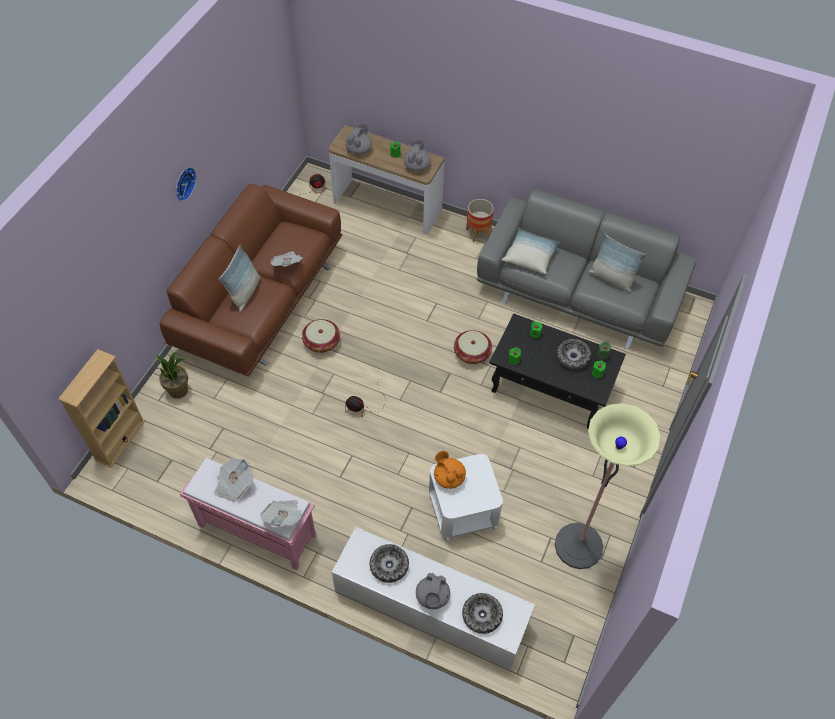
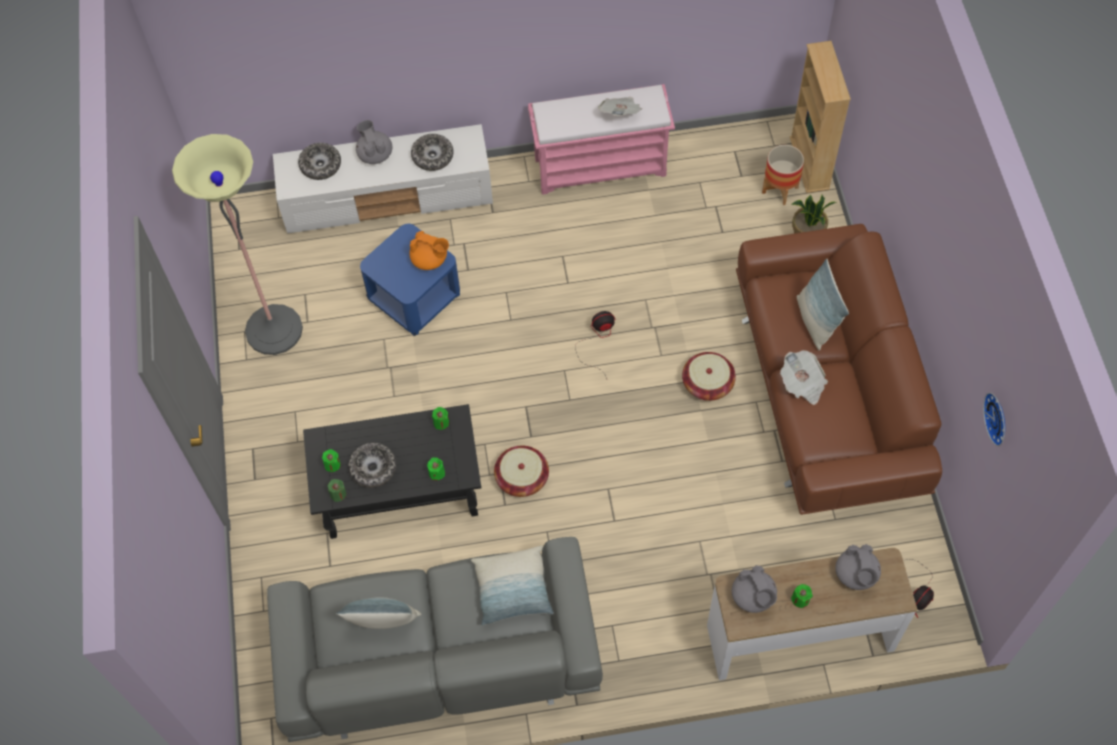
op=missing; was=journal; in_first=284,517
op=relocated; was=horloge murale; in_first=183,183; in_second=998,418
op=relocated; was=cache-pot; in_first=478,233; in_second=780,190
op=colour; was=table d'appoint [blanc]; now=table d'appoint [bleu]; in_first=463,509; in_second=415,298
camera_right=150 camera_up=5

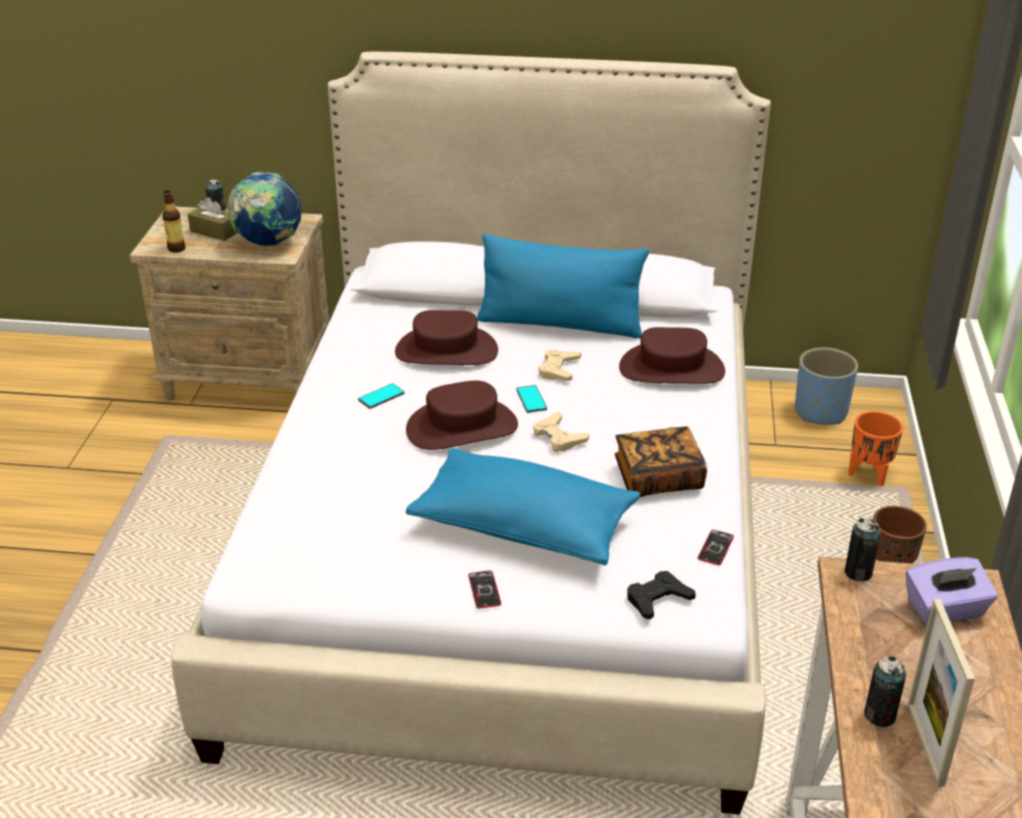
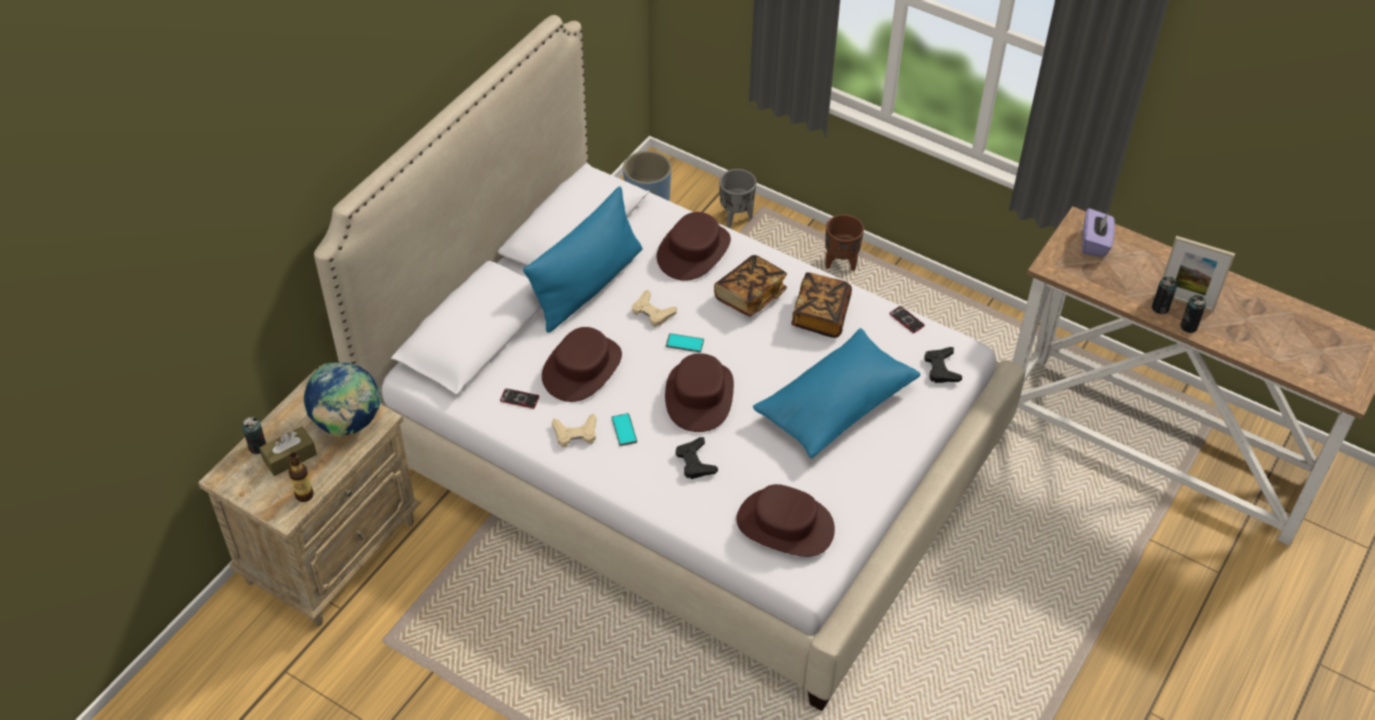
op=appeared; now=manette [noir]; in_second=695,462
op=appeared; now=livre; in_second=750,296
op=appeared; now=chapeau [marron]; in_second=785,525
op=relocated; was=téléphone; in_first=484,590; in_second=519,399
op=relocated; was=manette [beige]; in_first=558,437; in_second=575,434
op=relocated; was=boîte métallique; in_first=858,573; in_second=1188,326
op=colour; was=cache-pot [orange]; now=cache-pot [gris]; in_first=869,475; in_second=736,217
camera_right=-65 camera_up=15

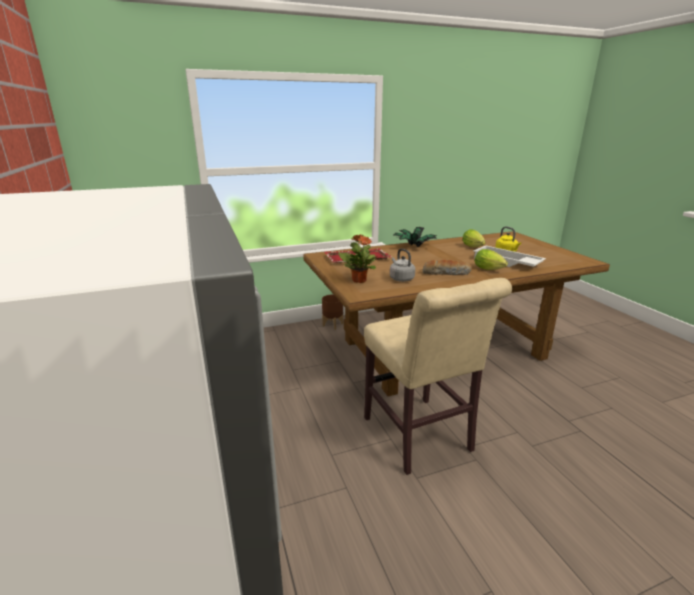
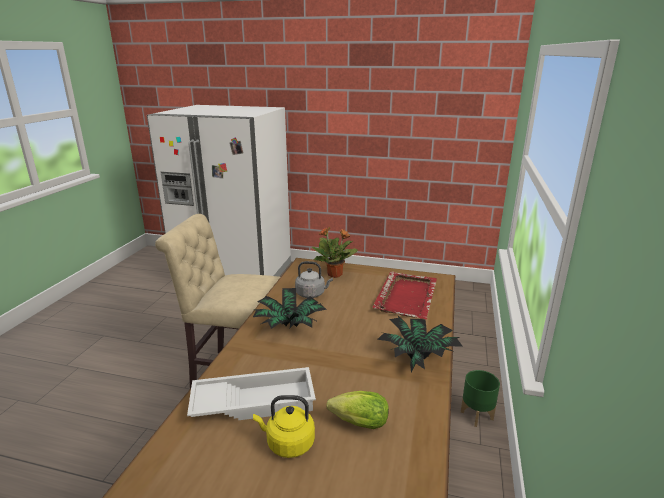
op=missing; was=laitue; in_first=490,270
op=exchanged; was=pain; now=plante en pot; in_first=446,273; in_second=289,326
op=colour; was=cache-pot [marron]; now=cache-pot [vert]; in_first=333,324; in_second=477,416
camera_right=125 camera_up=0

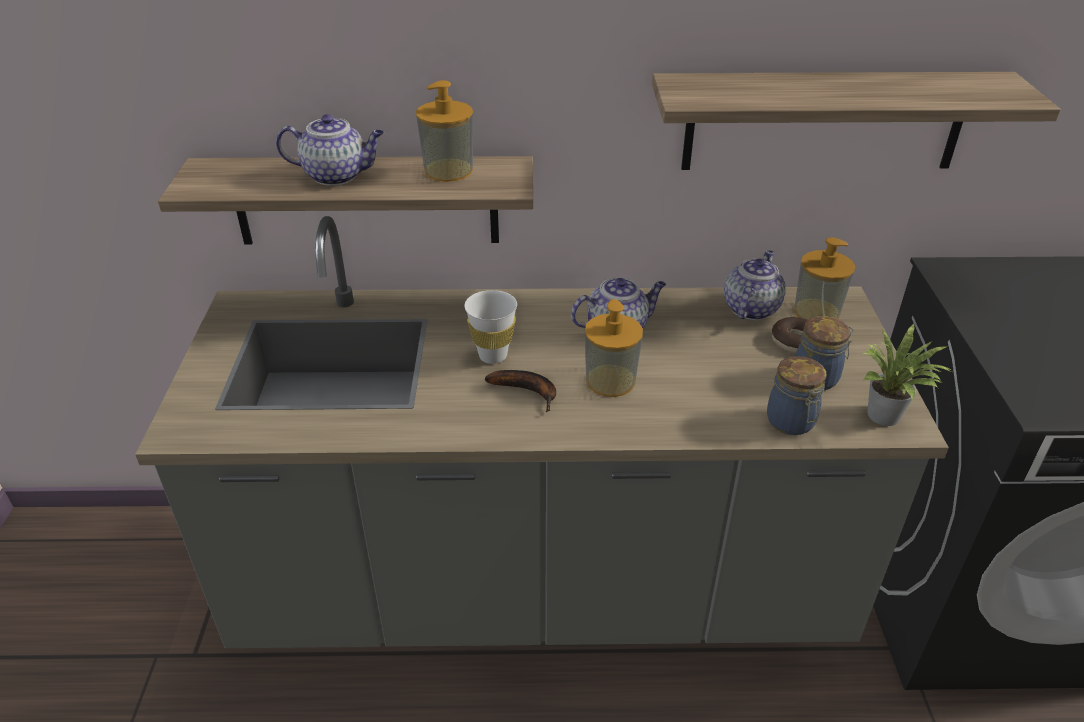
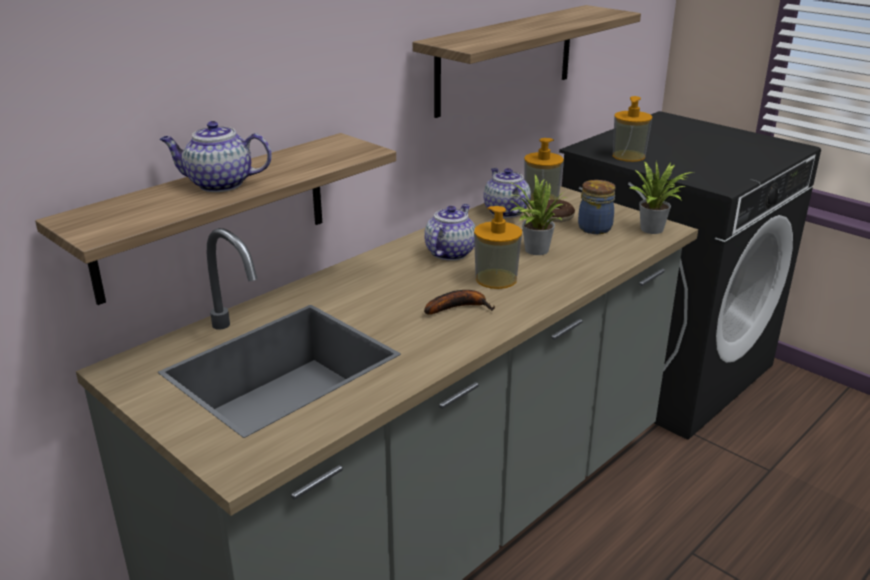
op=missing; was=tasse [blanc]; in_first=493,356
op=missing; was=bocal; in_first=791,422
op=appeared; now=plante en pot; in_second=533,250
op=relocated; was=distributeur de savon; in_first=448,170; in_second=628,156
op=spun; was=théière; in_first=337,175; in_second=218,184; clockwise=-135
camera_right=-45 camera_up=-10

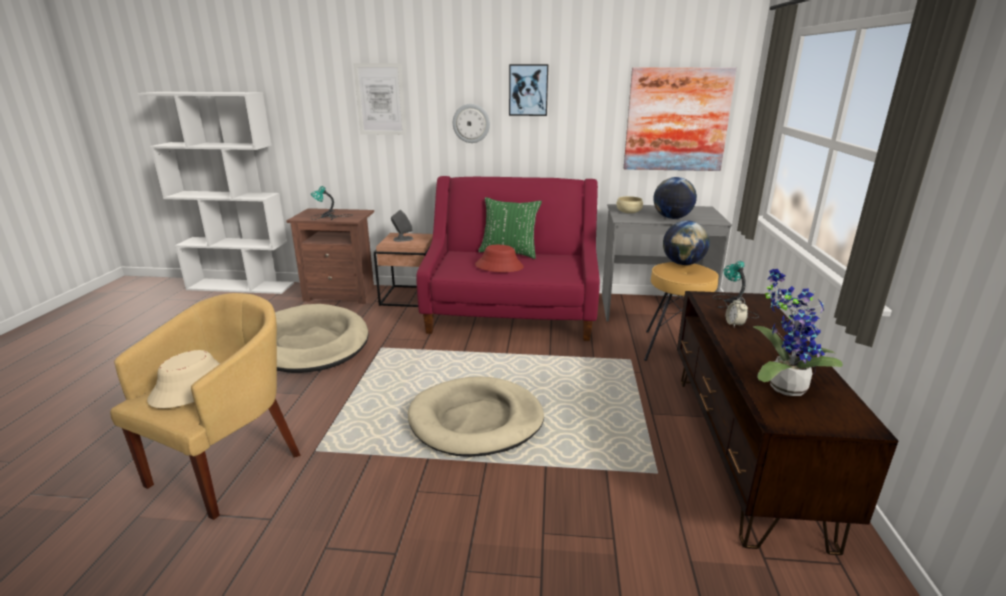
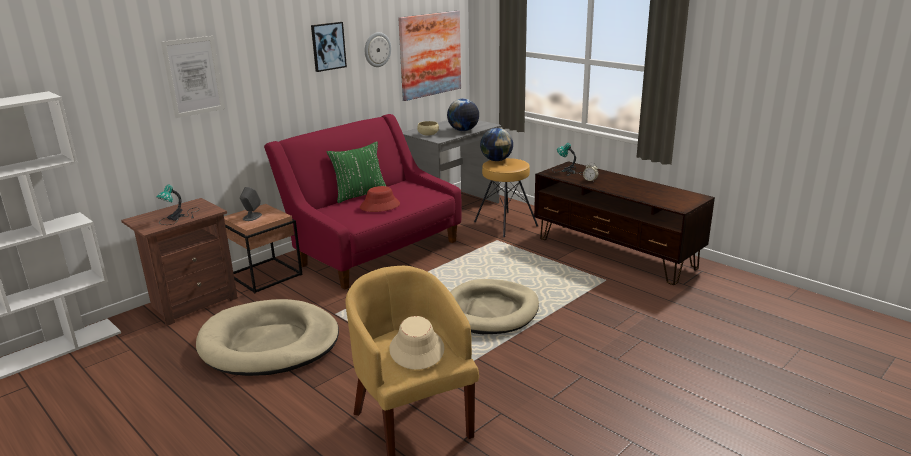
op=missing; was=plante en pot; in_first=782,386
op=relocated; was=horloge murale; in_first=471,123; in_second=377,49
camera_right=-50 camera_up=0

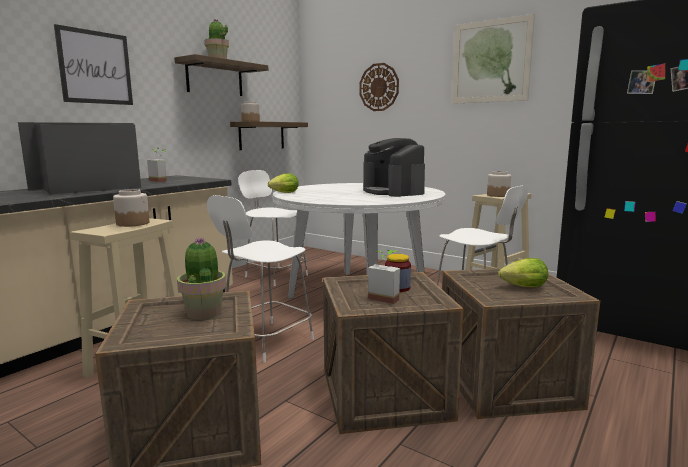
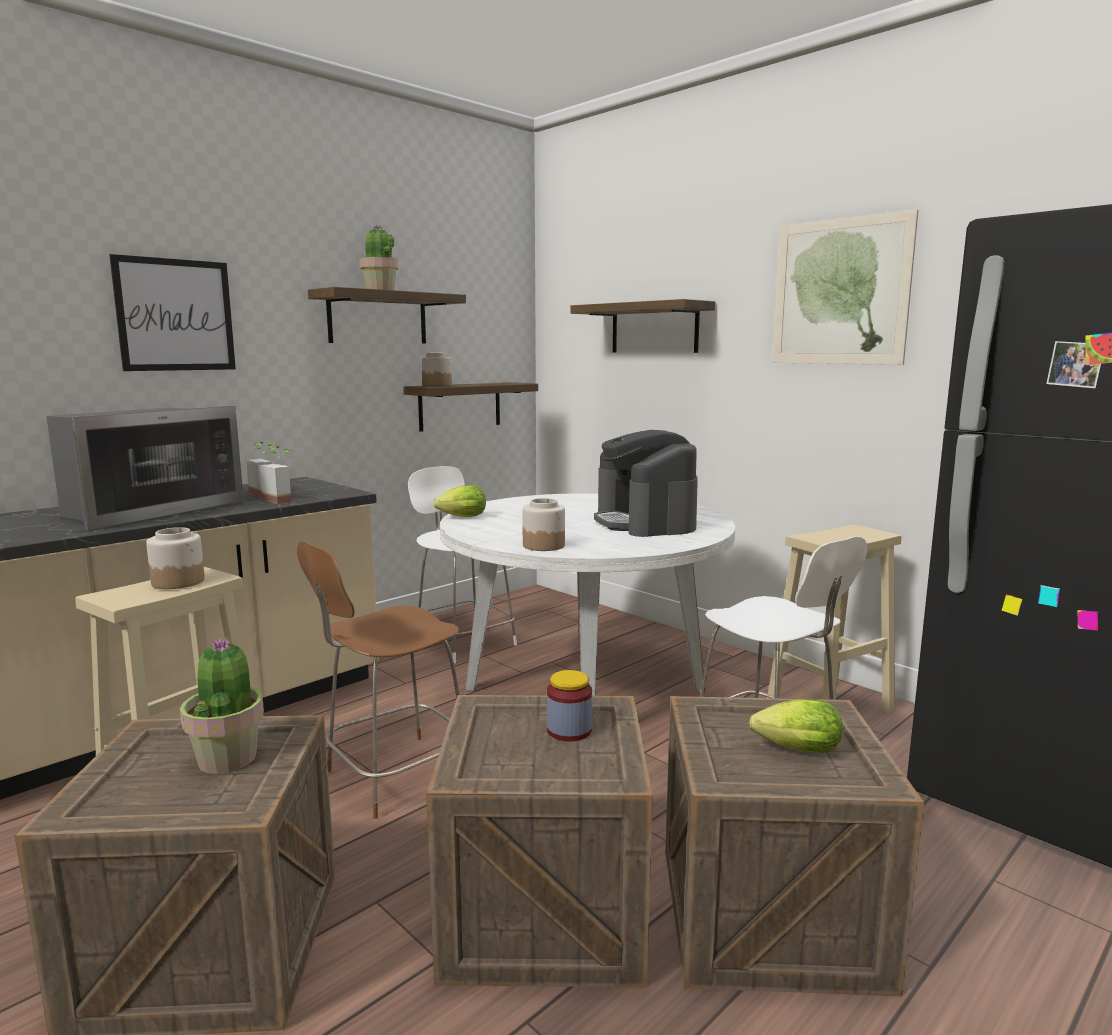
op=relocated; was=plante en pot; in_first=386,297; in_second=282,499
op=relocated; was=bocal; in_first=498,195; in_second=544,545
op=exchanged; was=horloge murale; now=étagère; in_first=379,87; in_second=654,328
op=colour; was=chaise [blanc]; now=chaise [marron]; in_first=265,342; in_second=393,776
op=spun; was=micro-ondes; in_first=91,188; in_second=148,510; clockwise=150
camera_right=10 camera_up=0

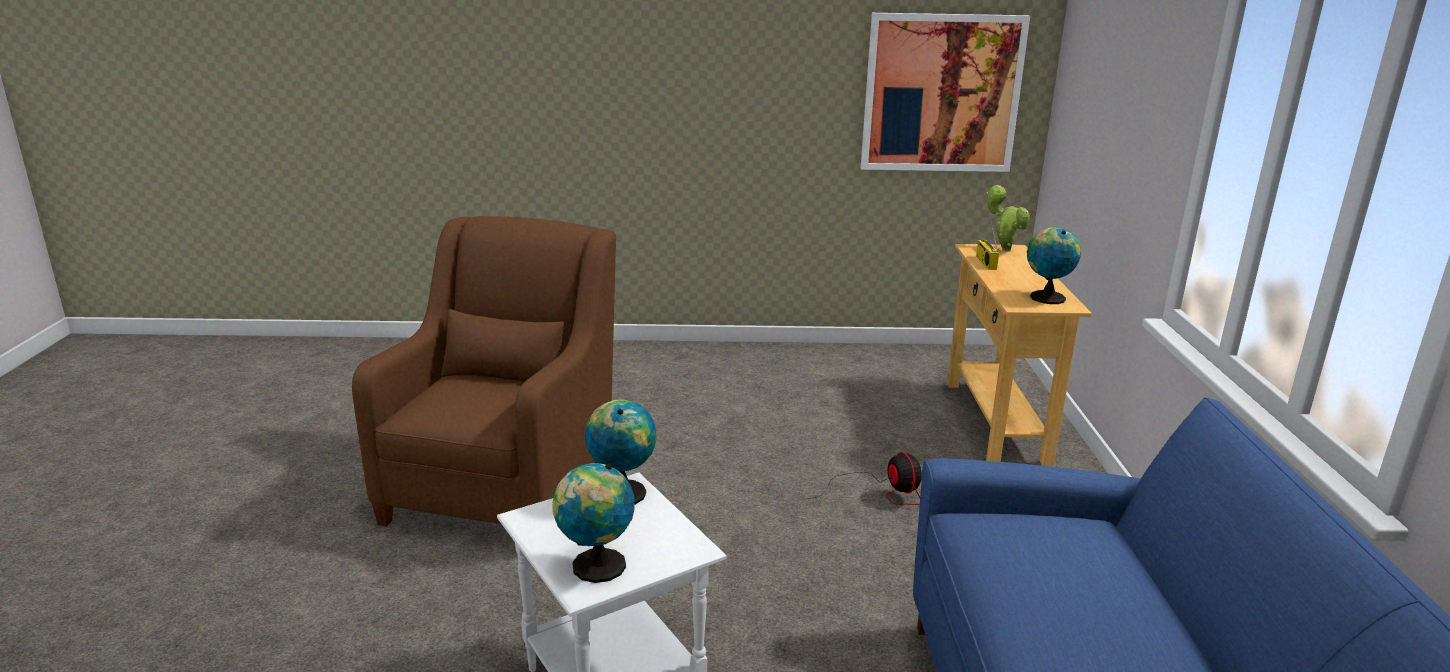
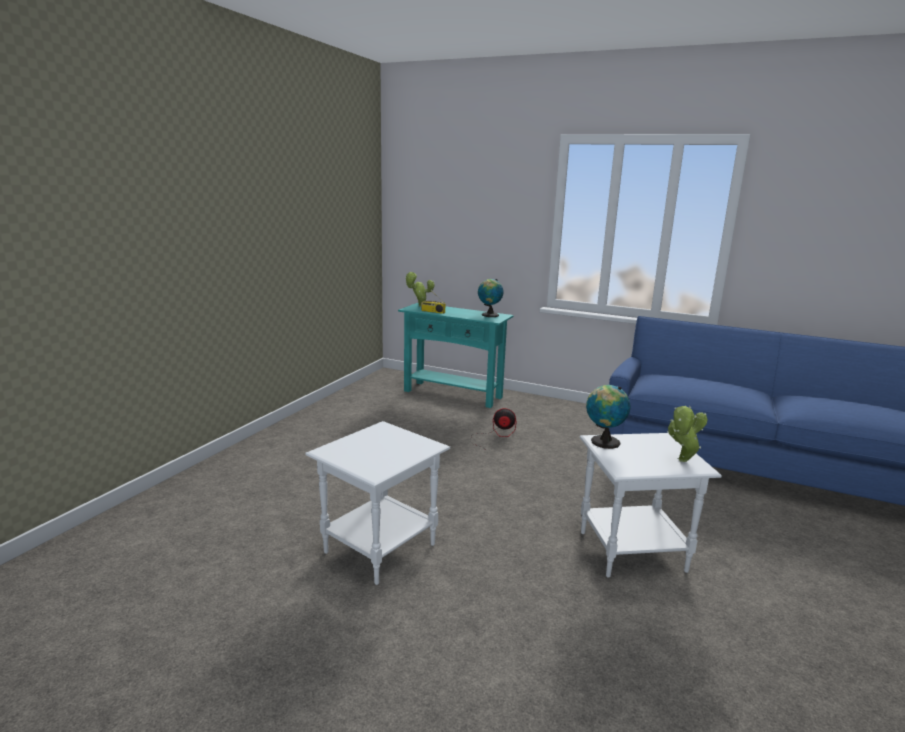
op=missing; was=tableau; in_first=941,93
op=exchanged; was=fauteuil [marron]; now=table d'appoint [blanc]; in_first=506,484; in_second=381,548
op=exchanged; was=globe; now=plante en pot; in_first=595,567; in_second=681,461
op=colour; was=table console [beige]; now=table console [turquoise]; in_first=996,421; in_second=452,394
camera_right=-65 camera_up=-5

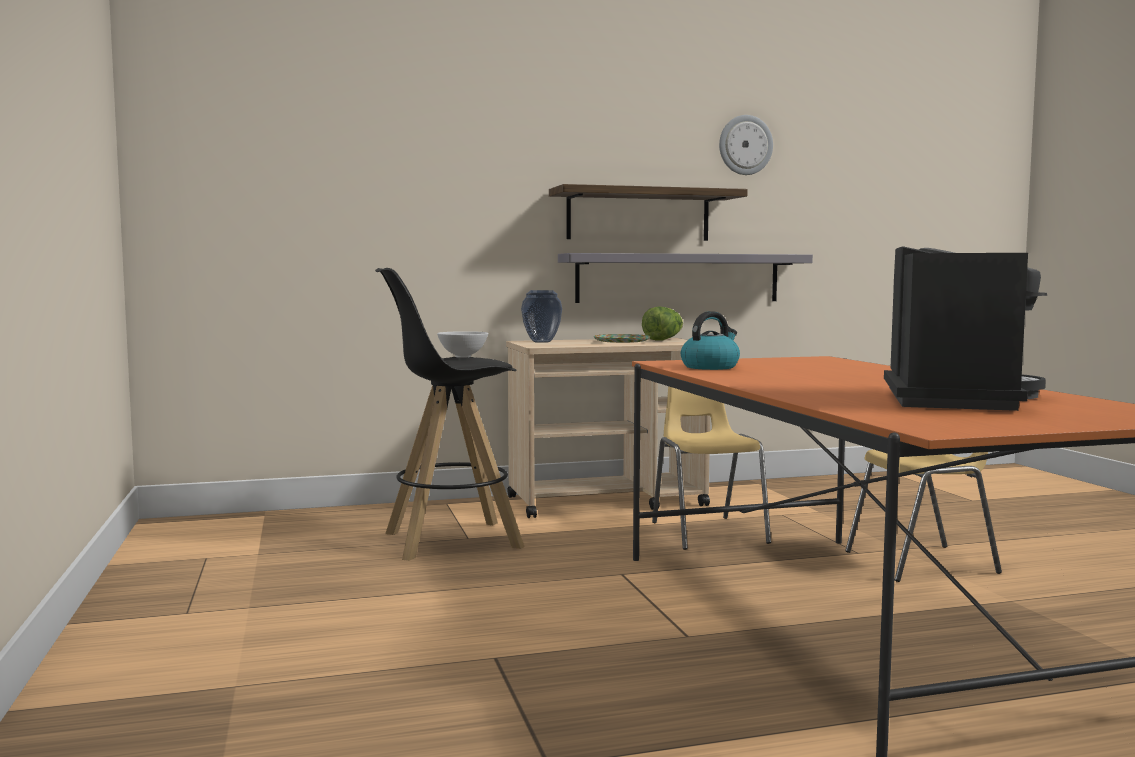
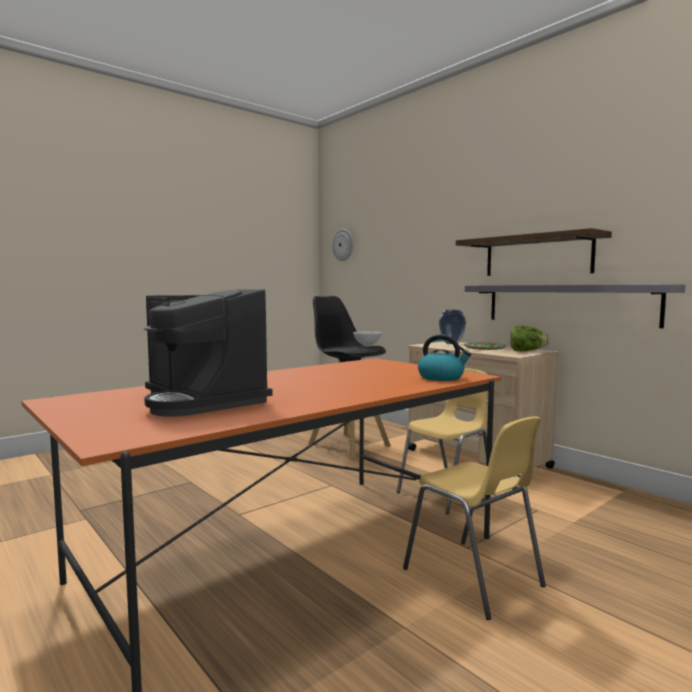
op=relocated; was=bouilloire; in_first=710,367; in_second=441,378
op=relocated; was=horloge murale; in_first=745,145; in_second=343,245
op=spun; was=machine à café; in_first=955,399; in_second=203,401; clockwise=60
camera_right=65 camera_up=0

